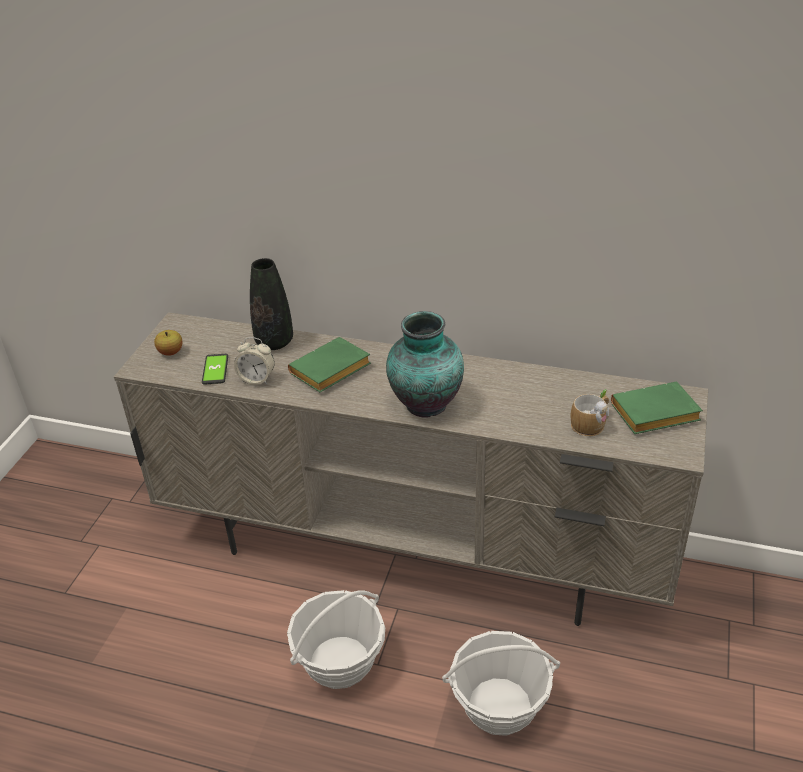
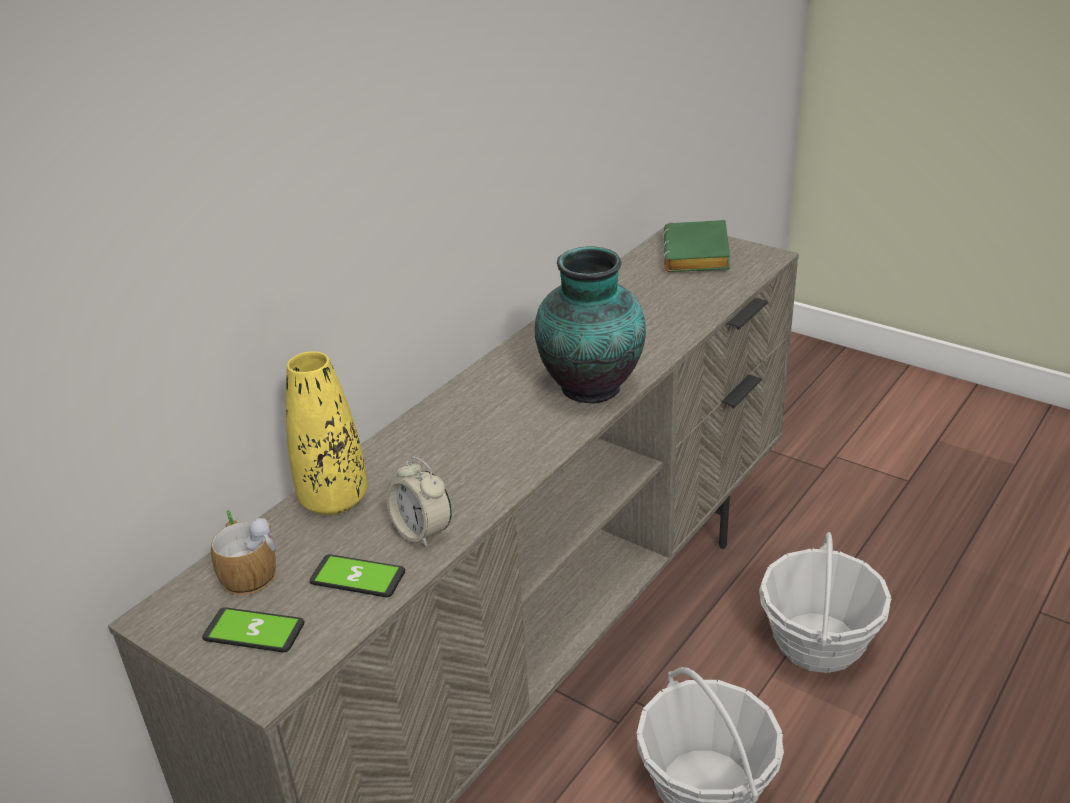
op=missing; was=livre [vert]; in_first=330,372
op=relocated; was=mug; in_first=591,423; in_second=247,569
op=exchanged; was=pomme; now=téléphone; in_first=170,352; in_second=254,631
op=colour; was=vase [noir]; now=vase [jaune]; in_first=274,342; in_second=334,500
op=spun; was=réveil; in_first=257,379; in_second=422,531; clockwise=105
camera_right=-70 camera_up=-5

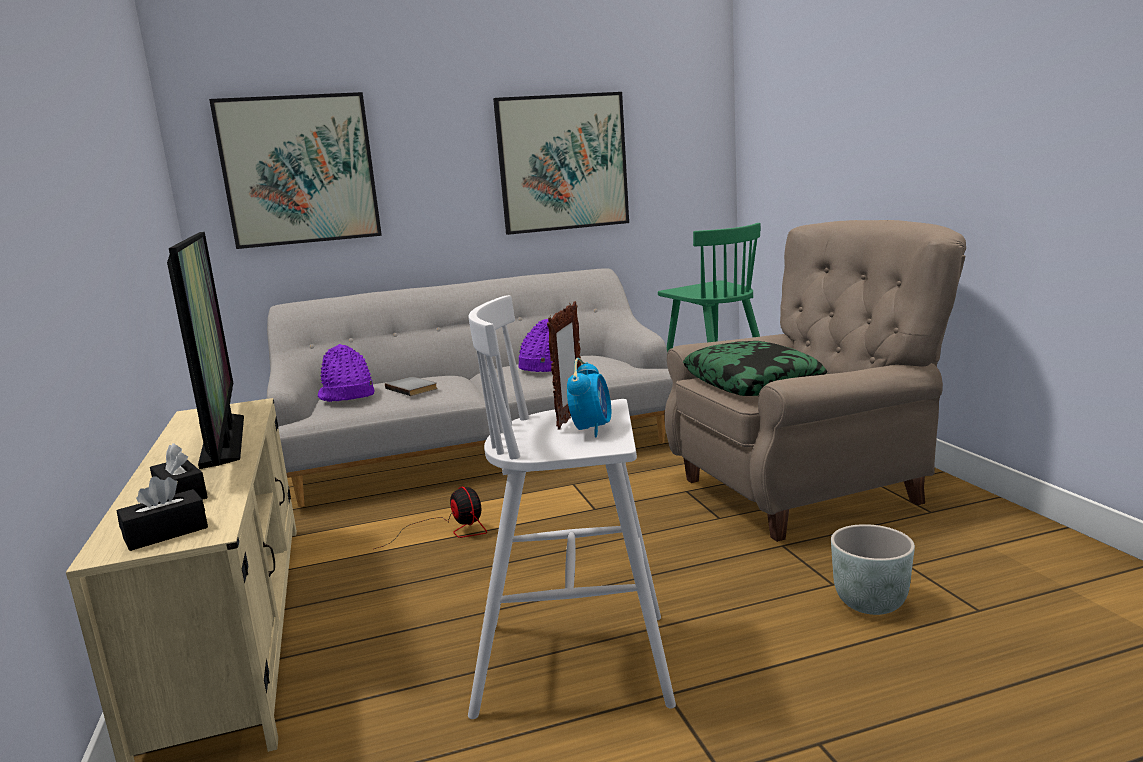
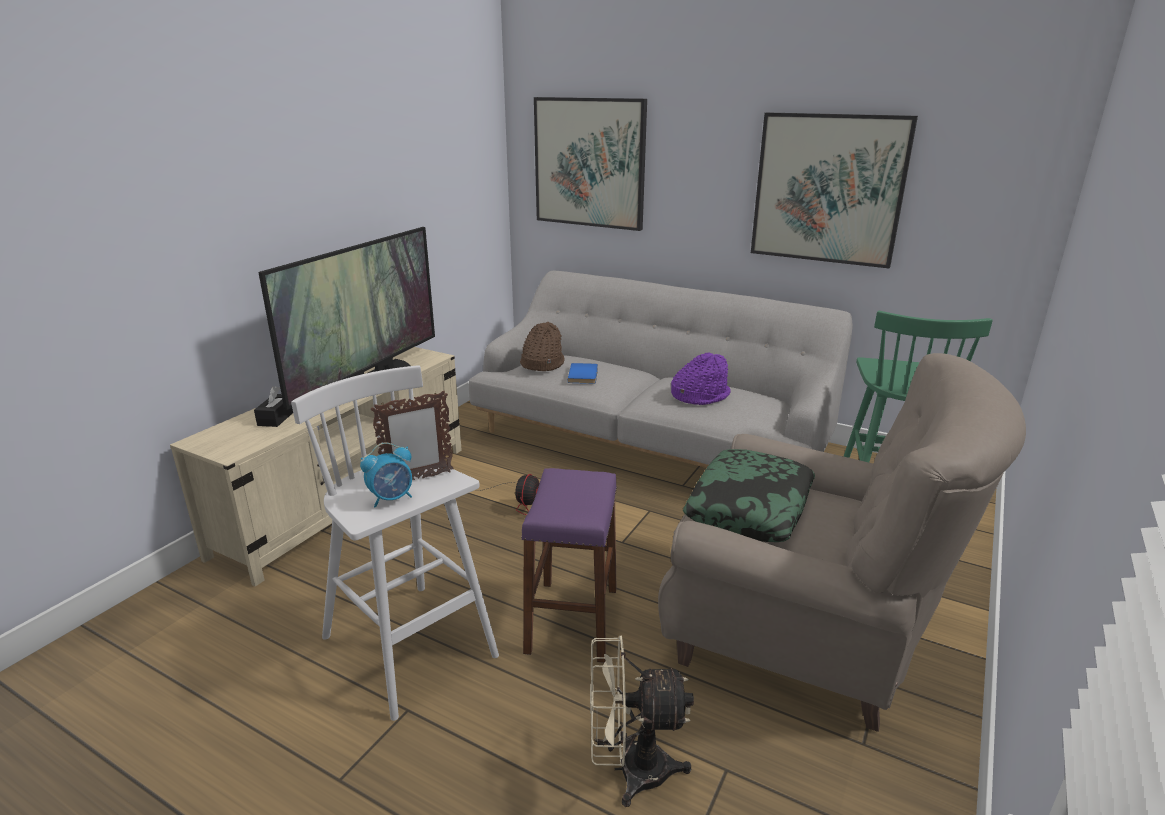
op=missing; was=boîte à mouchoirs [noir]; in_first=166,533
op=appeared; now=tabouret [violet]; in_second=572,620
op=exchanged; was=cache-pot [gris]; now=ventilateur [beige]; in_first=871,603; in_second=630,770
op=colour; was=chapeau [violet]; now=chapeau [marron]; in_first=347,396; in_second=541,364
op=colour; was=livre [gris]; now=livre [bleu]; in_first=413,388; in_second=584,375
camera_right=45 camera_up=10

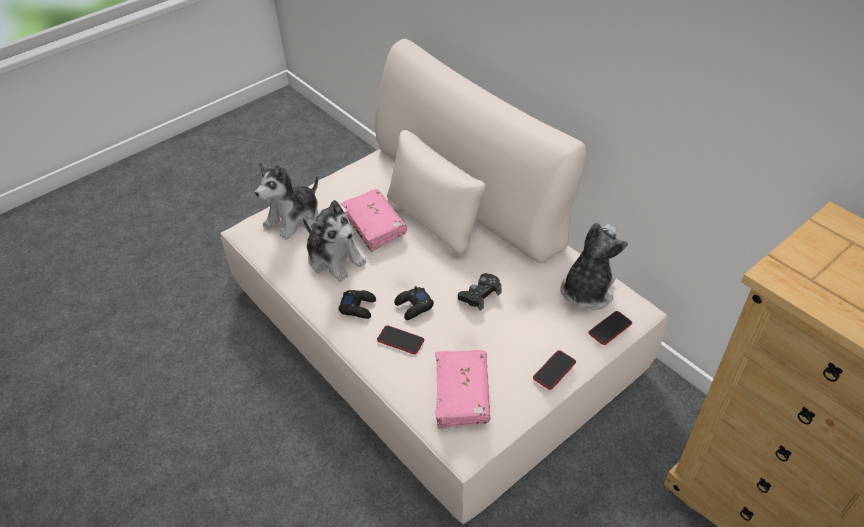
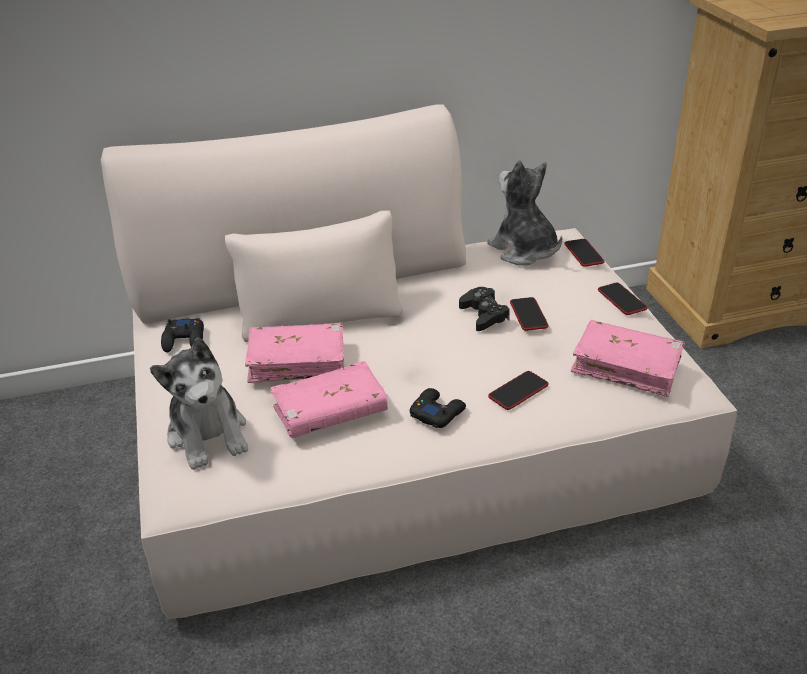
op=appeared; now=téléphone; in_second=528,315
op=relocated; was=manette [noir]; in_first=414,306; in_second=184,340
op=exchanged; was=peluche; now=livre [rose]; in_first=335,259; in_second=330,412
camera_right=-65 camera_up=-10

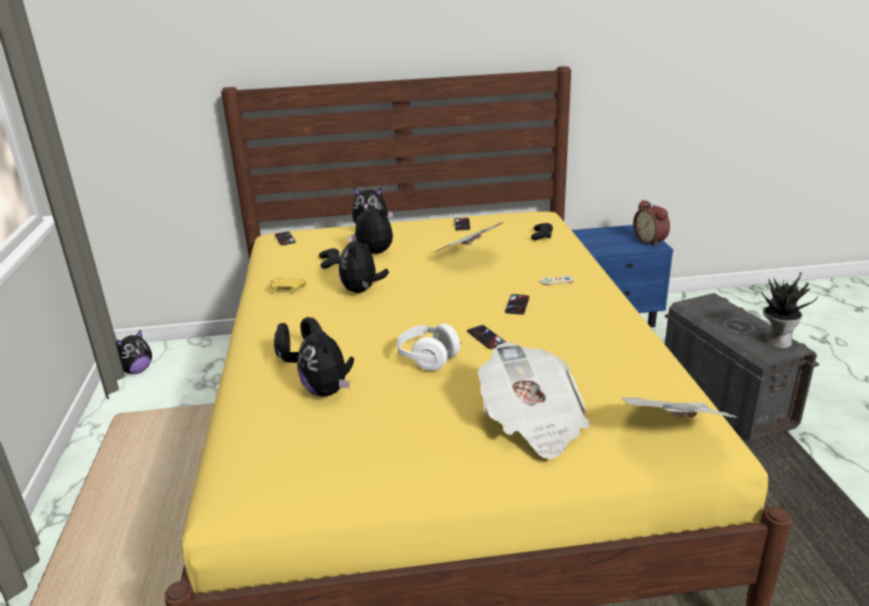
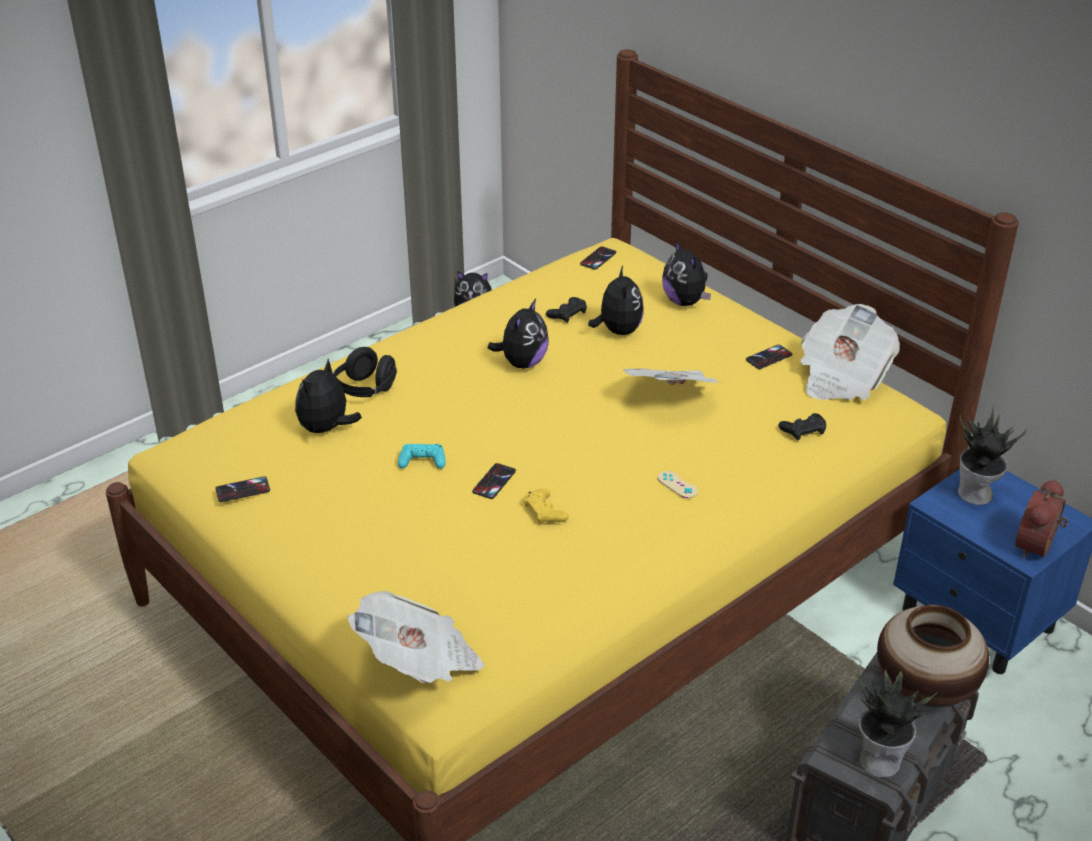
op=appeared; now=vase; in_second=923,690
op=appeared; now=plante en pot; in_second=976,494
op=relocated; was=manette [jaune]; in_first=287,288; in_second=545,512
op=relocated; was=journal; in_first=533,423; in_second=841,377
op=relocated; was=téléphone; in_first=517,304; in_second=243,490
op=exchanged; was=casque audio [blanc]; now=manette [turquoise]; in_first=427,359; in_second=422,461
op=spun; was=peluche; in_first=362,290; in_second=522,363; clockwise=150
camera_right=55 camera_up=10

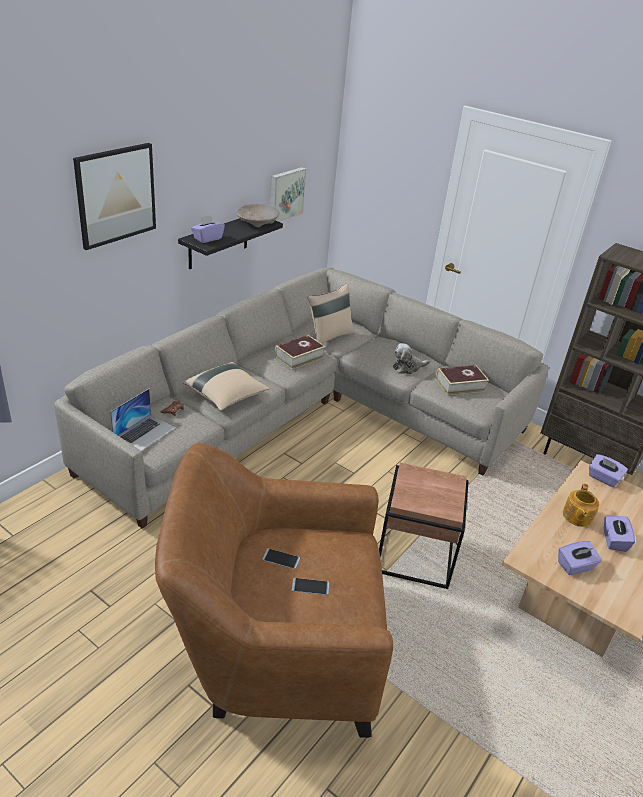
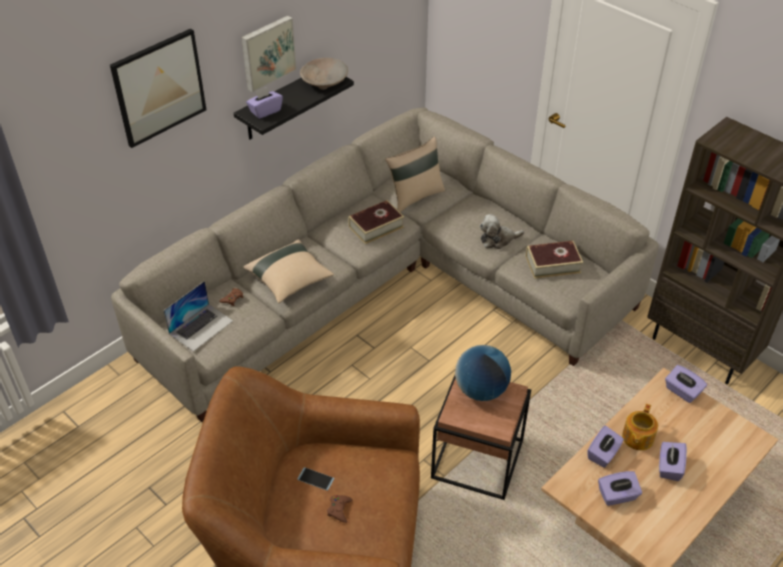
op=appeared; now=globe; in_second=481,390
op=appeared; now=boîte à mouchoirs [violet]; in_second=603,454
op=relocated; was=tableau; in_first=285,194; in_second=267,52
op=exchanged; was=téléphone; now=manette [marron]; in_first=310,586; in_second=339,509
camera_right=10 camera_up=10

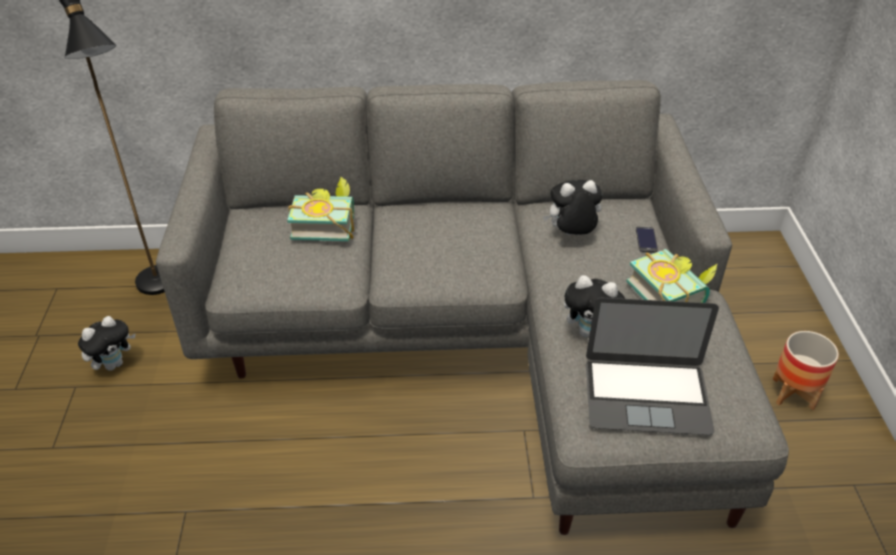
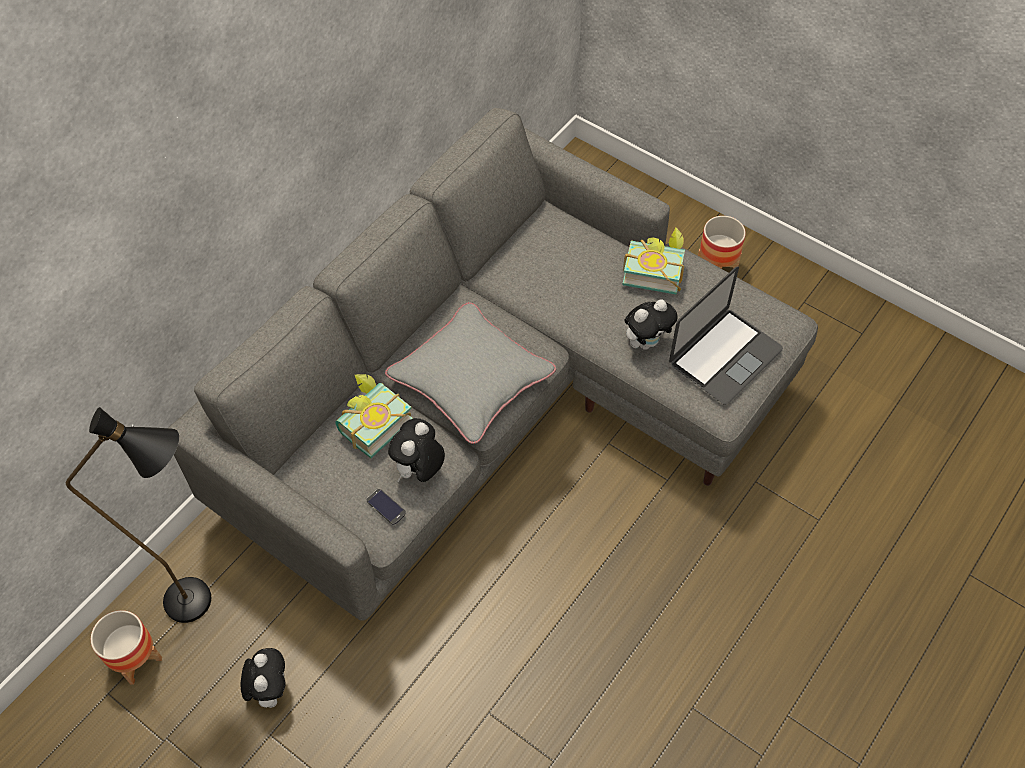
op=appeared; now=cache-pot; in_second=136,659
op=appeared; now=coussin [gris]; in_second=471,379
op=relocated; was=peluche; in_first=571,235; in_second=419,470
op=relocated; was=téléphone; in_first=646,239; in_second=386,507
camera_right=-50 camera_up=15

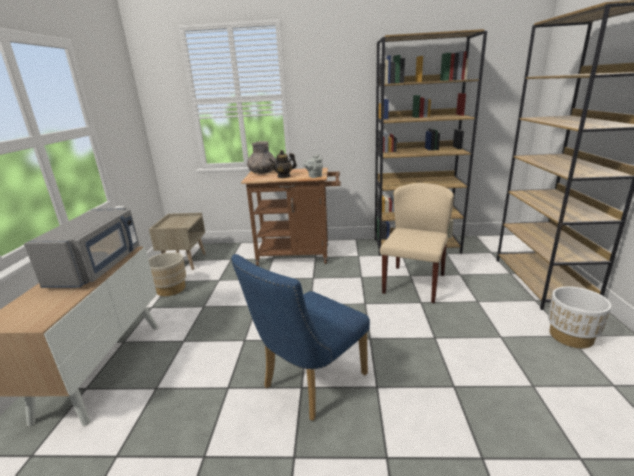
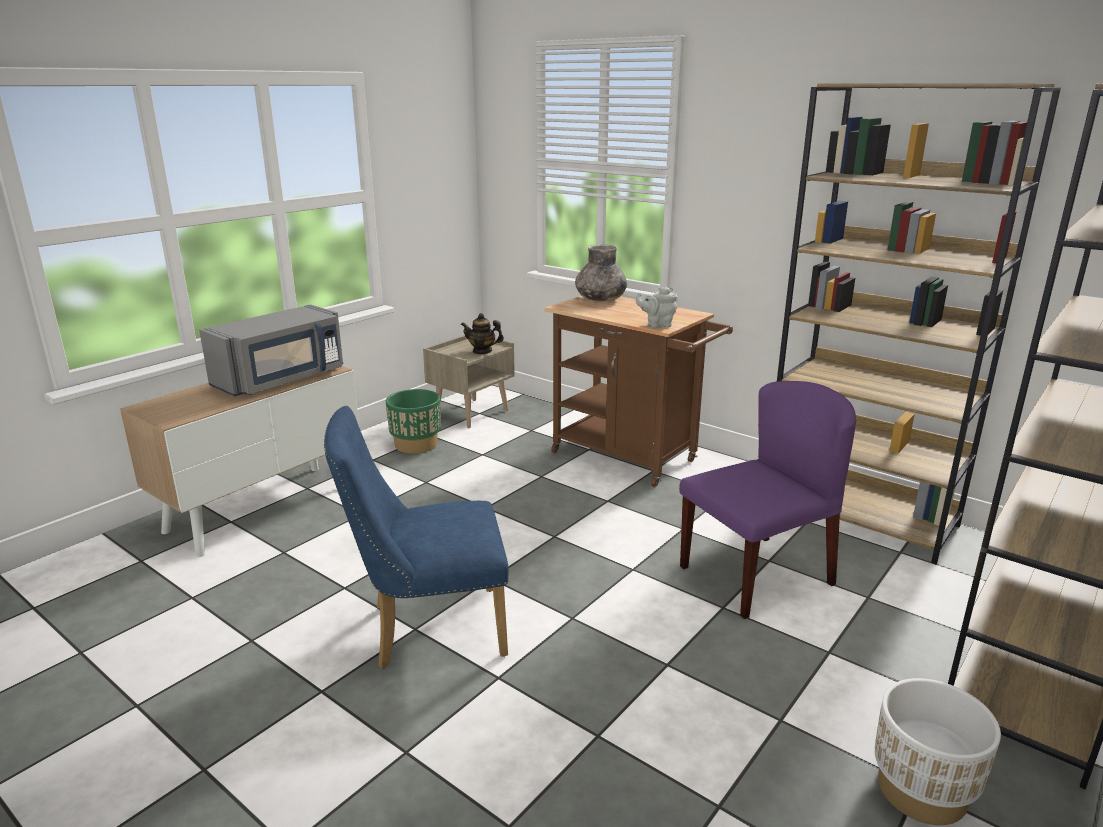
op=relocated; was=théière; in_first=284,176; in_second=482,351
op=colour; was=cache-pot [beige]; now=cache-pot [vert]; in_first=171,289; in_second=416,445
op=colour; was=chaise [beige]; now=chaise [violet]; in_first=413,283; in_second=756,574
camera_right=35 camera_up=0

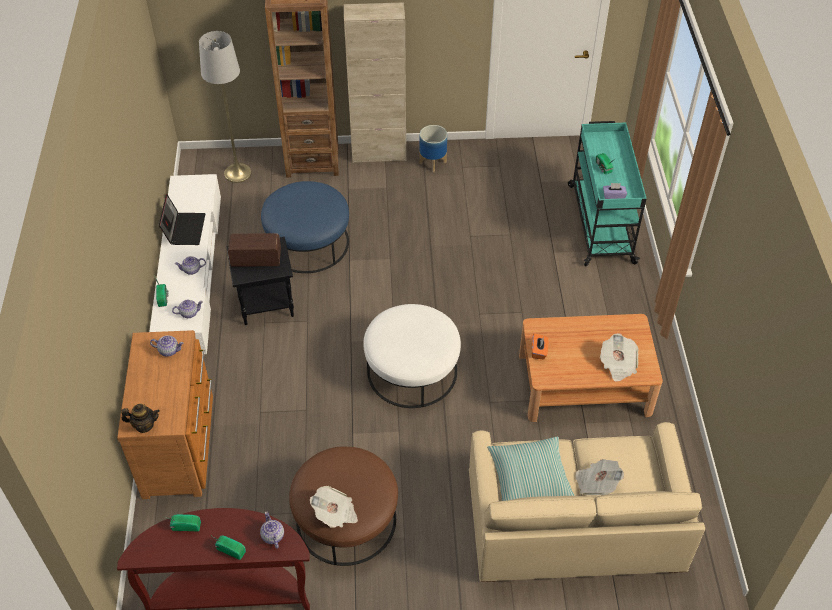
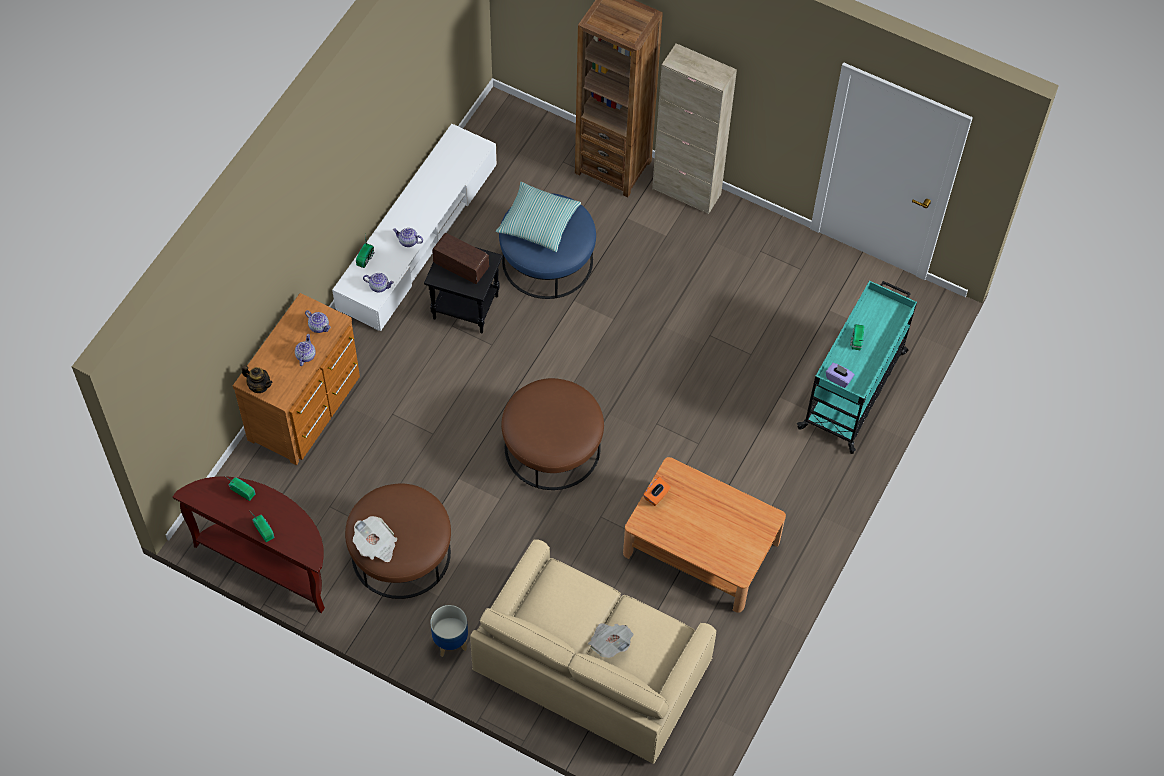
op=missing; was=ordinateur portable; in_first=184,229
op=missing; was=lampadaire [gris]; in_first=238,173
op=missing; was=journal; in_first=617,364
op=relocated; was=théière; in_first=272,536; in_second=305,355
op=relocated; was=cache-pot; in_first=432,163; in_second=450,642
op=relocated; was=coussin; in_first=530,478; in_second=538,222
op=colour; was=pouf [blanc]; now=pouf [marron]; in_first=412,371; in_second=552,447
camera_right=30 camera_up=10

